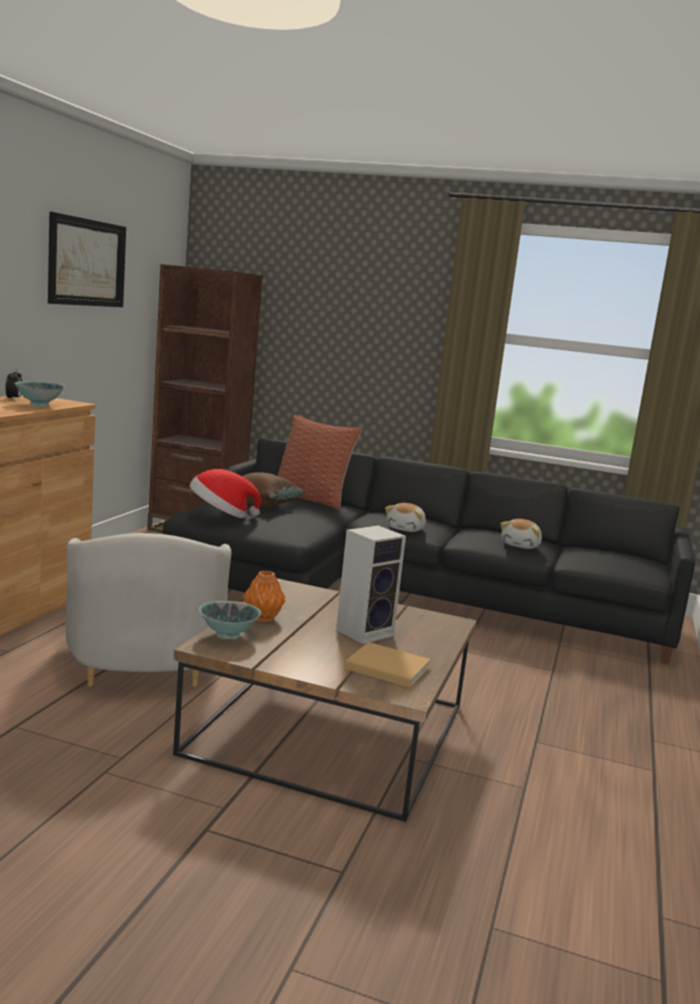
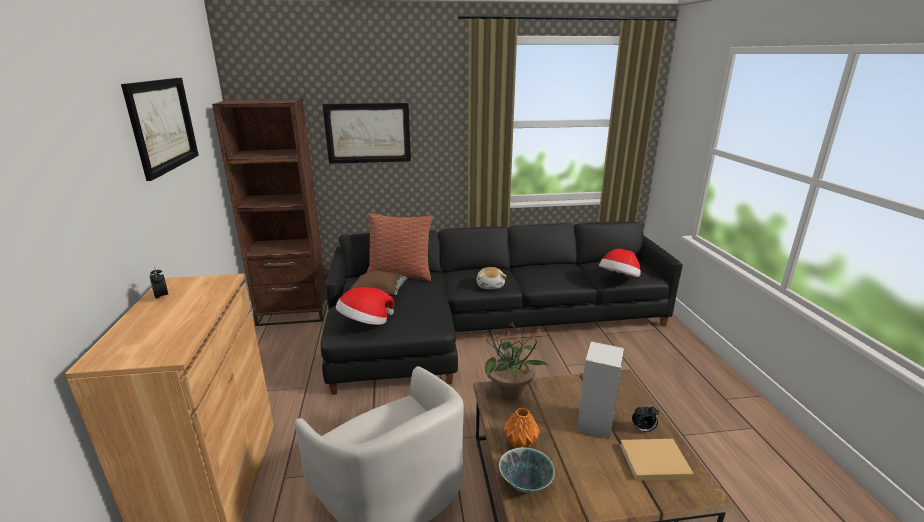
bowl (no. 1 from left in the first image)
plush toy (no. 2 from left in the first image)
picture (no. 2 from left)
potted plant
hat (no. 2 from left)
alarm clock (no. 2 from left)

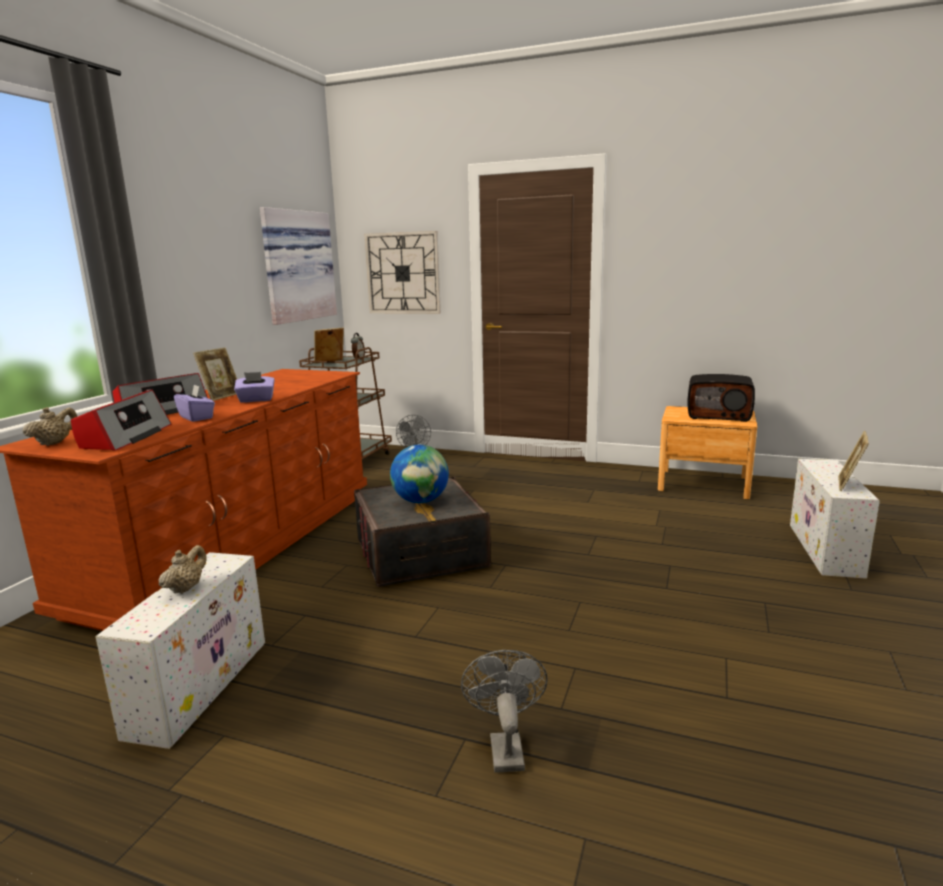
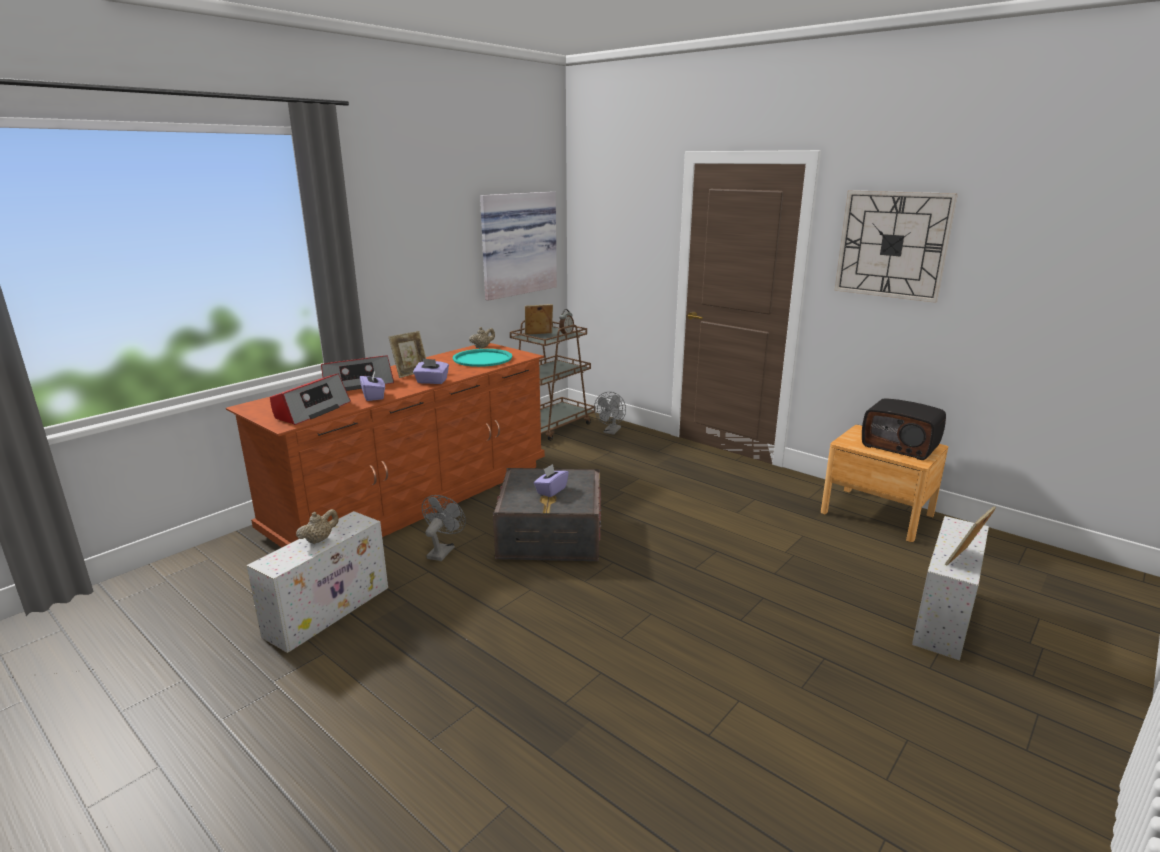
beige teapot (no. 2 from left)
wall clock
purple tissue box (no. 3 from left)
grey fan (no. 1 from left)
turquoise tray

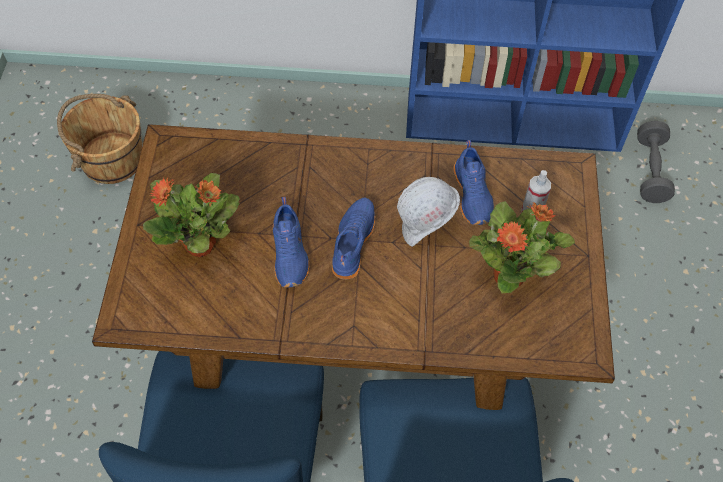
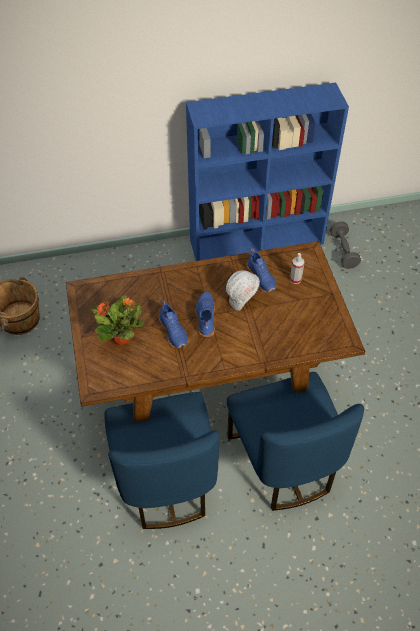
potted plant (no. 2 from left in the first image)

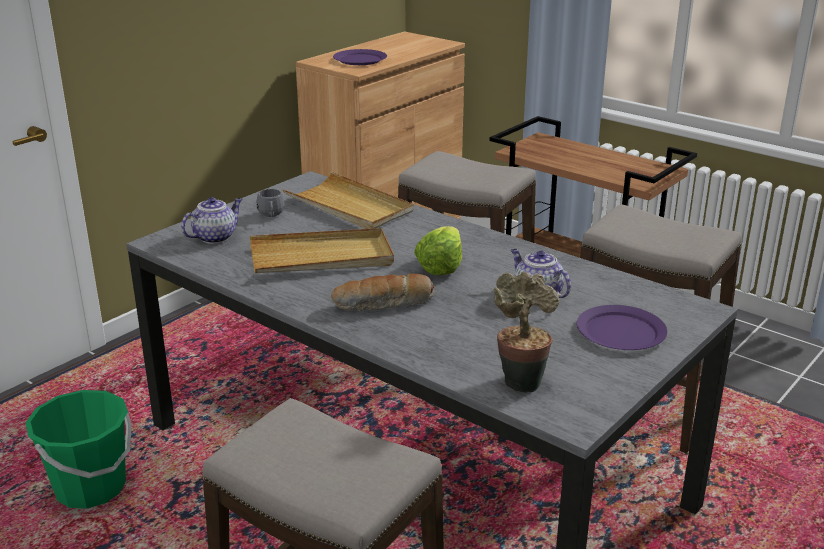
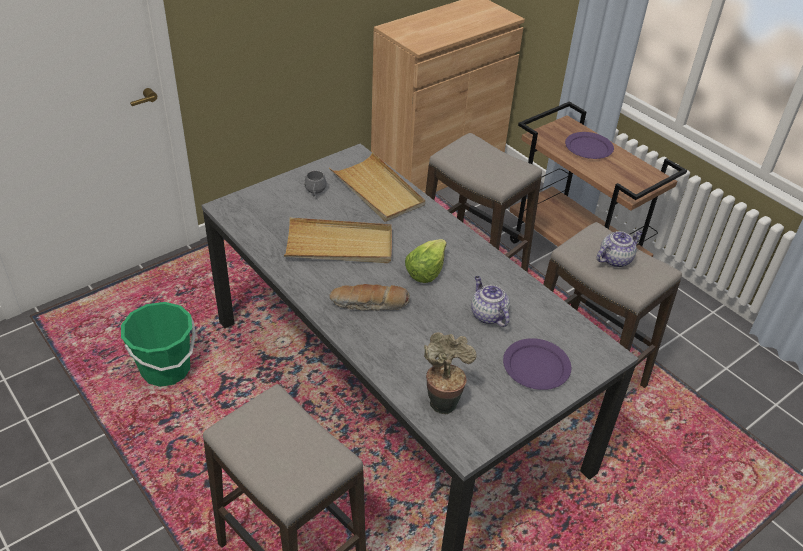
teapot (no. 2 from left)
purple plate (no. 2 from left)

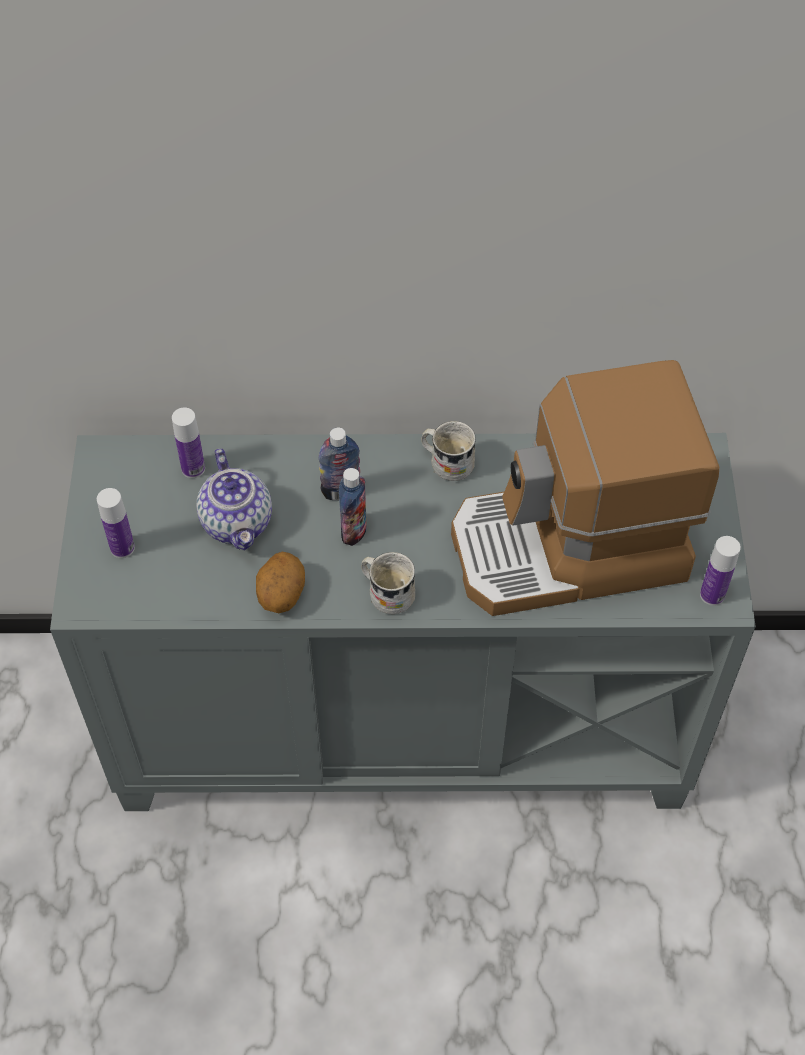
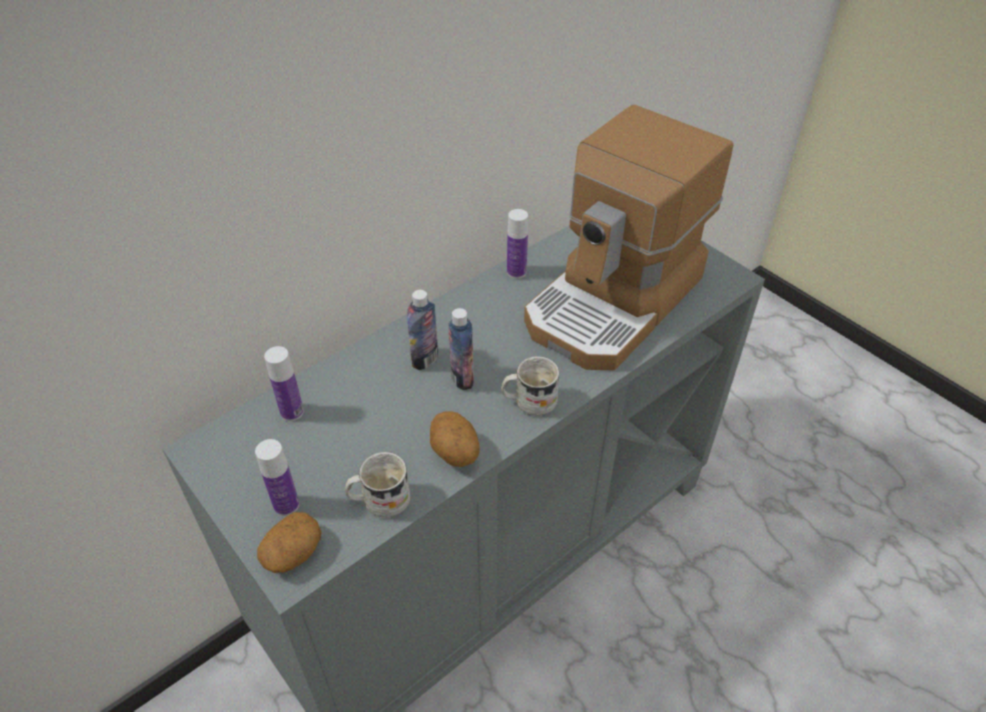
teapot
white mug (no. 1 from left)
bottle (no. 5 from left)
potato (no. 1 from left)

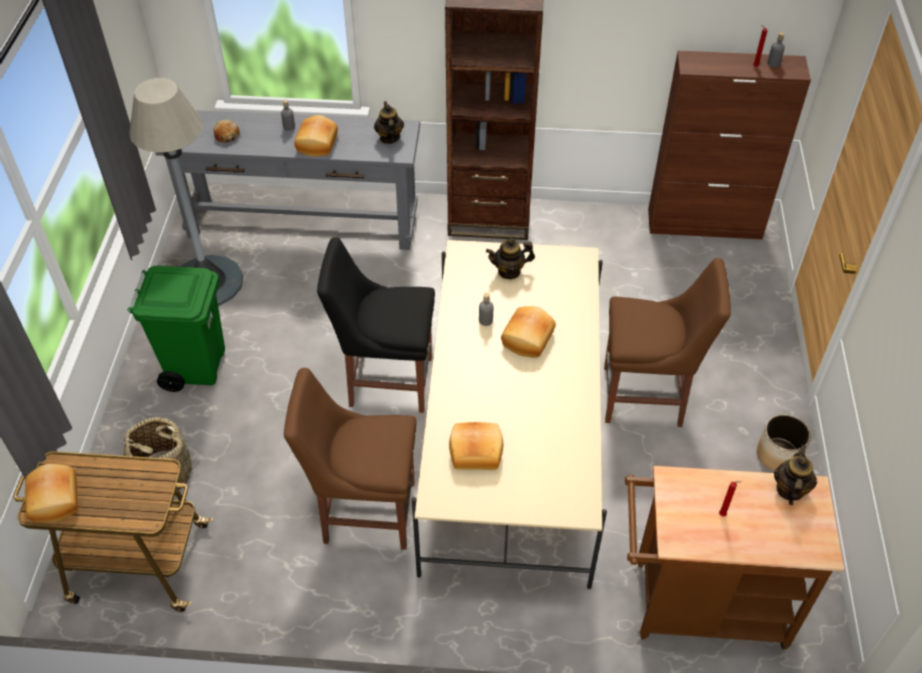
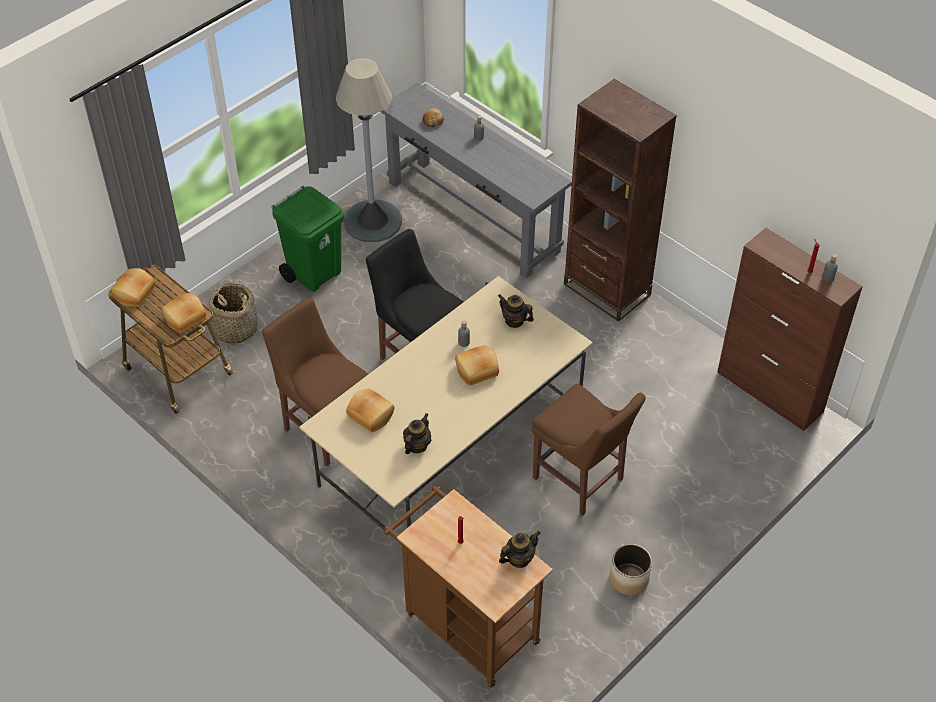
bread (no. 2 from left)
teapot (no. 1 from left)

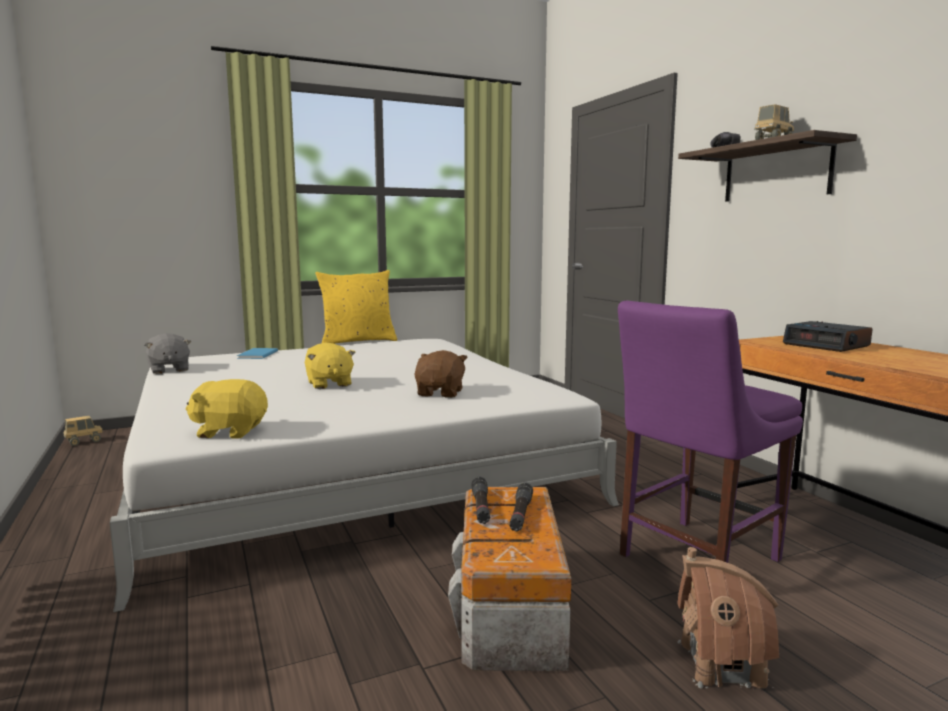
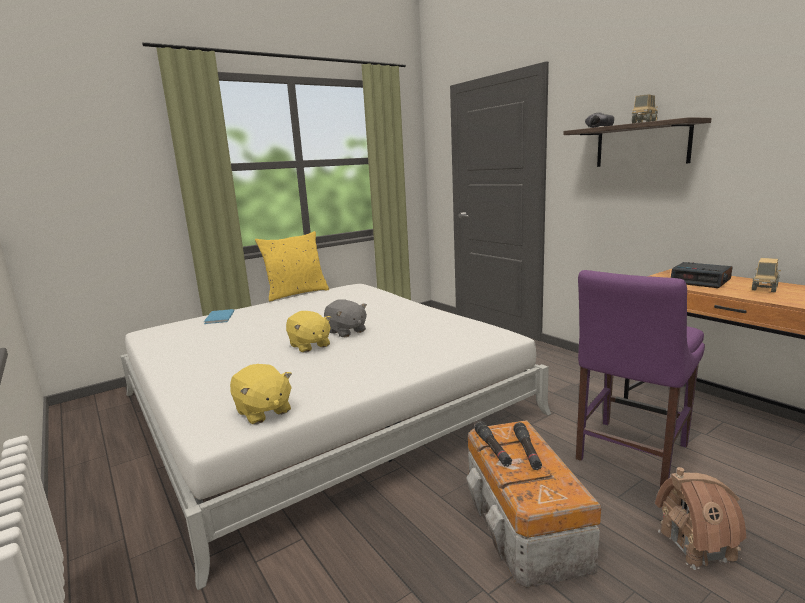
toy truck (no. 2 from left)
grey plush toy
yellow plush toy (no. 1 from left)
brown plush toy

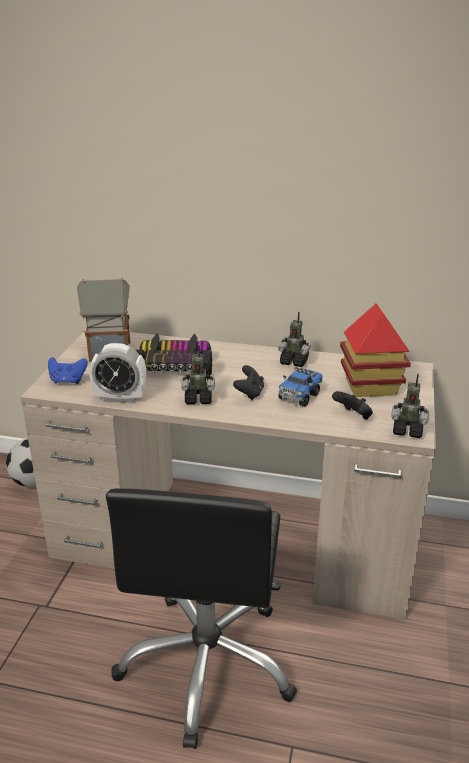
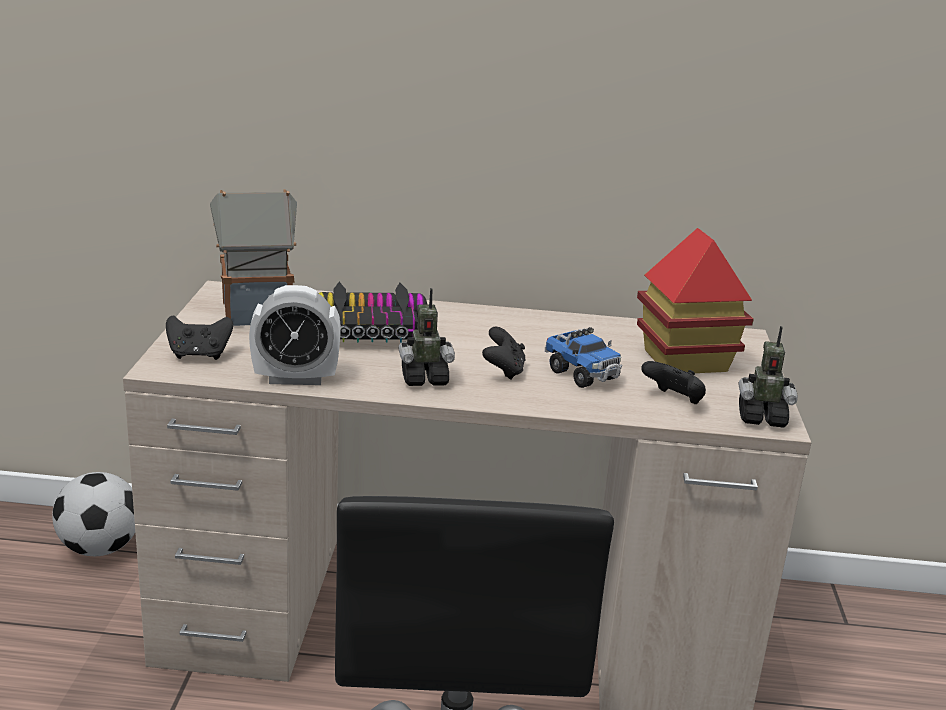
black game controller (no. 1 from left)
toy robot (no. 2 from left in the first image)
toy truck

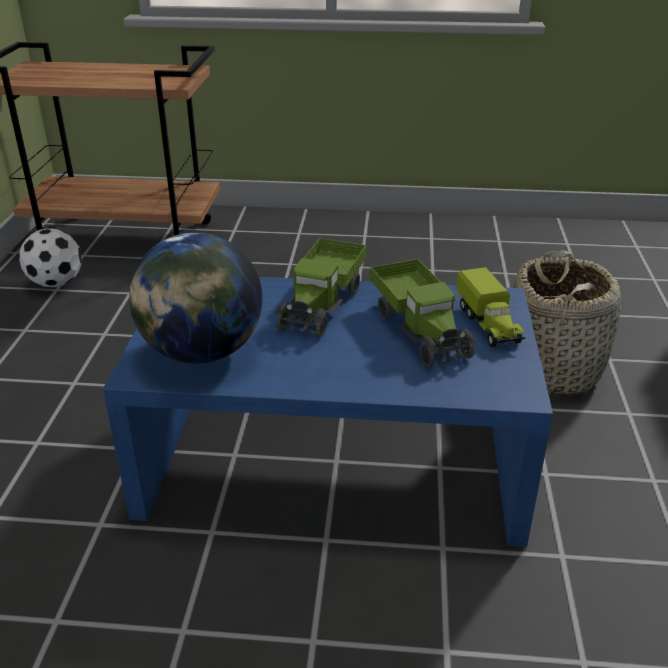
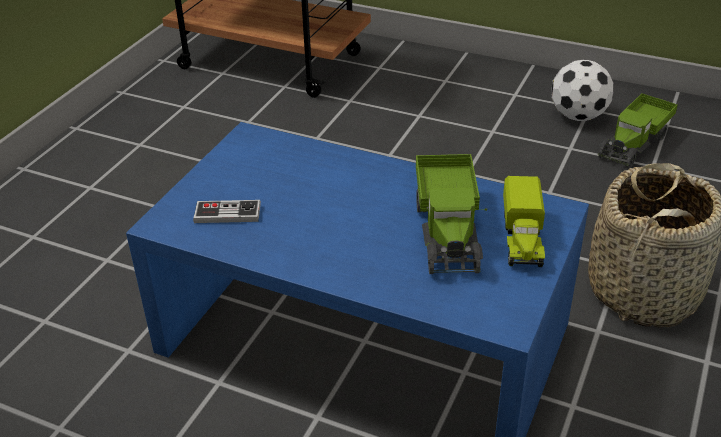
football
game controller
toy truck (no. 3 from left)

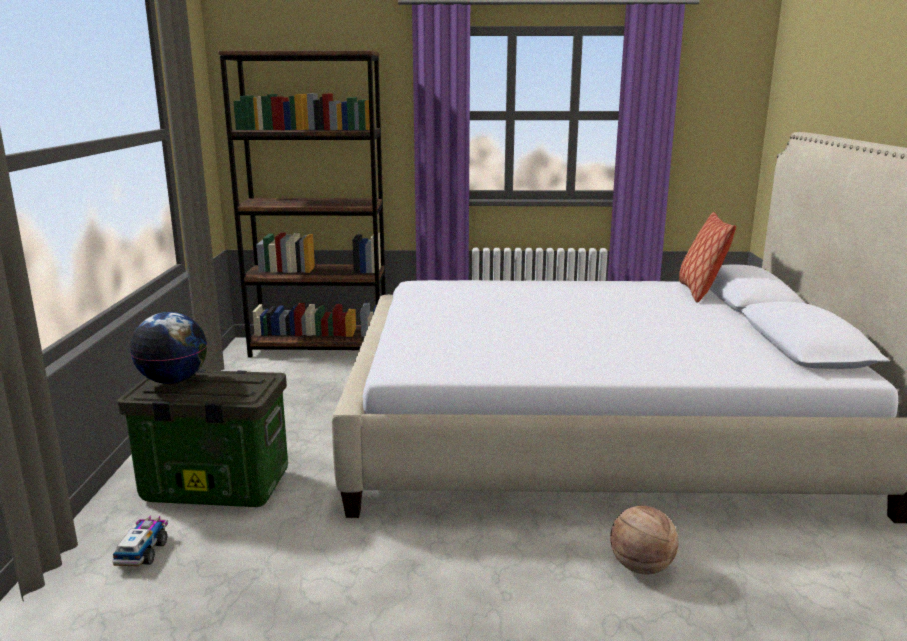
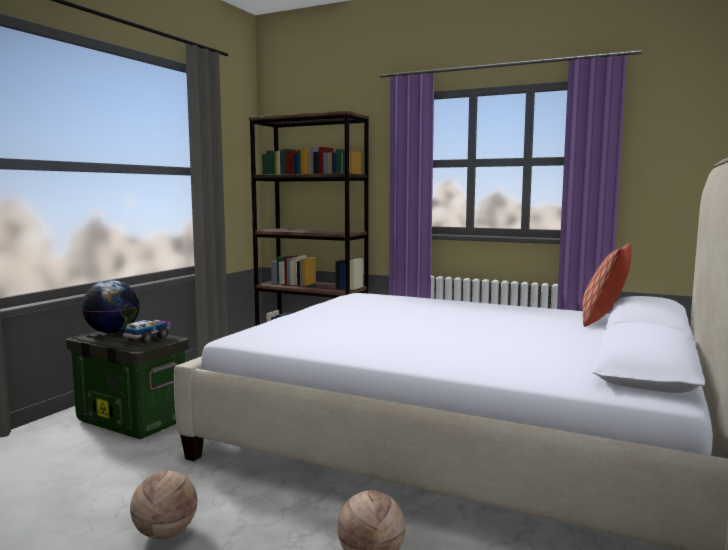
toy truck
basketball (no. 1 from left)

